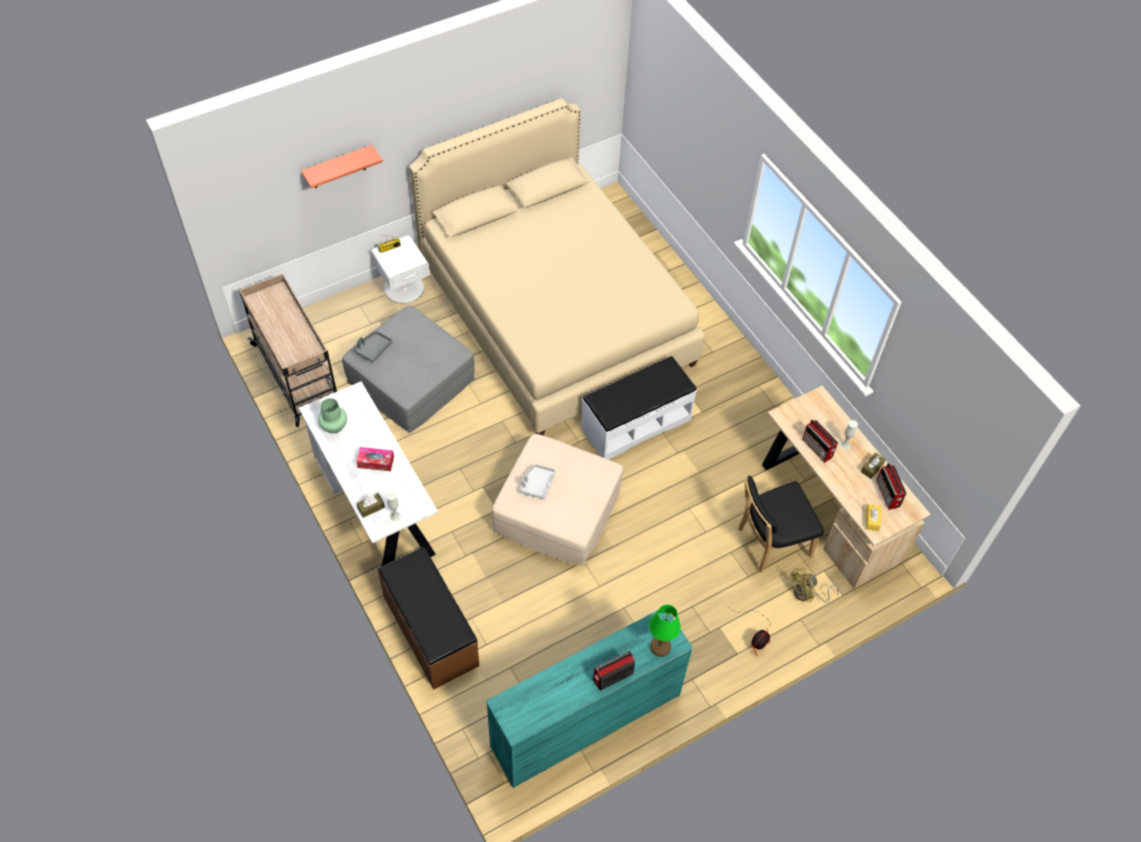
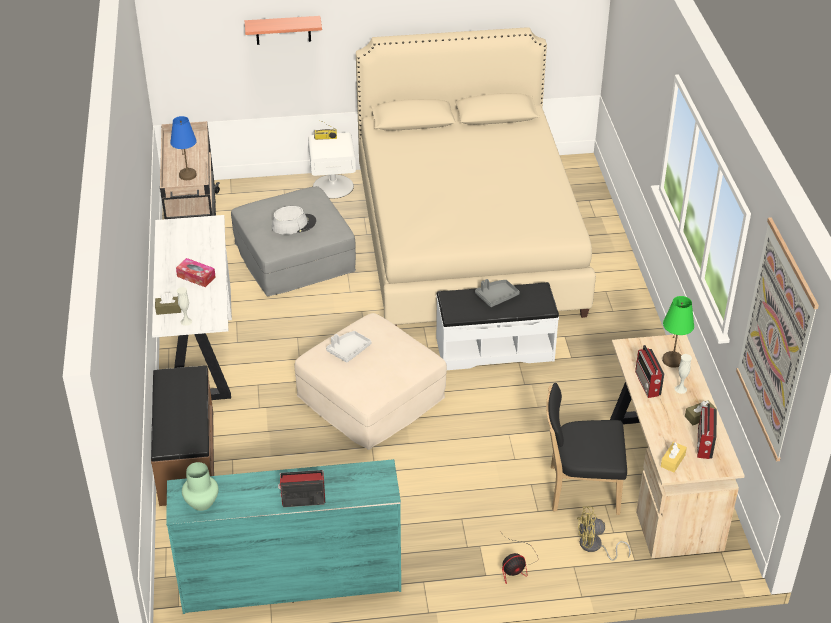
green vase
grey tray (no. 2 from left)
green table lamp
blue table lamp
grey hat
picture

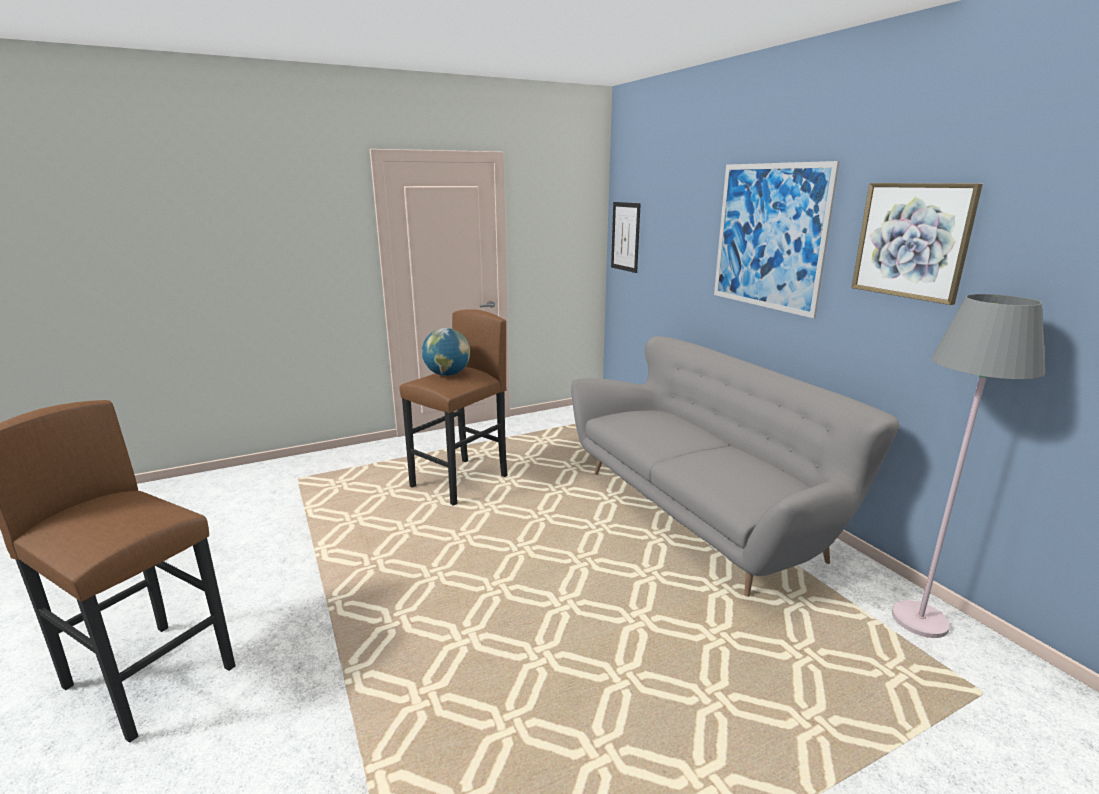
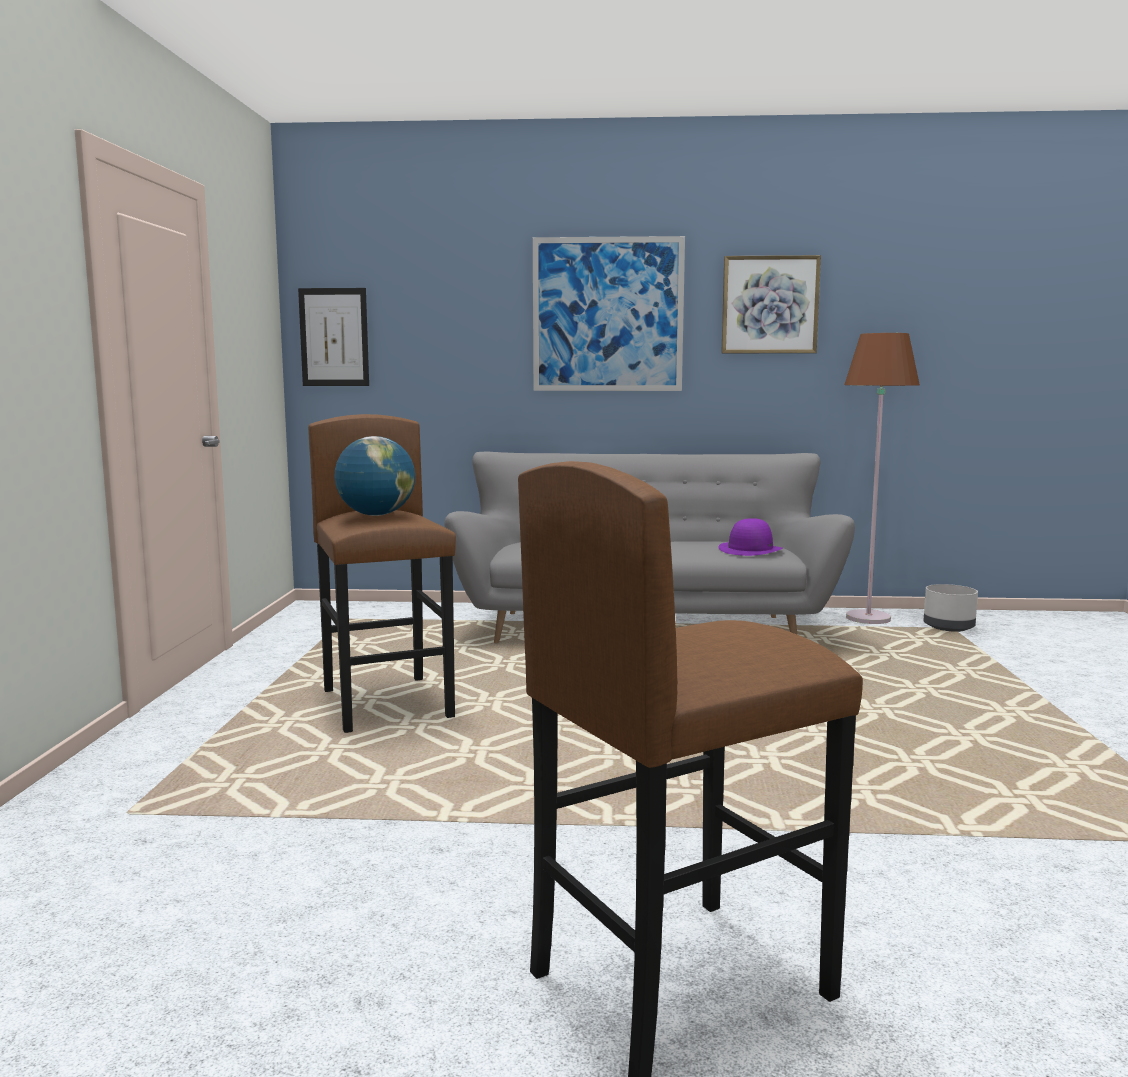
brown floor lamp
purple hat
grey planter

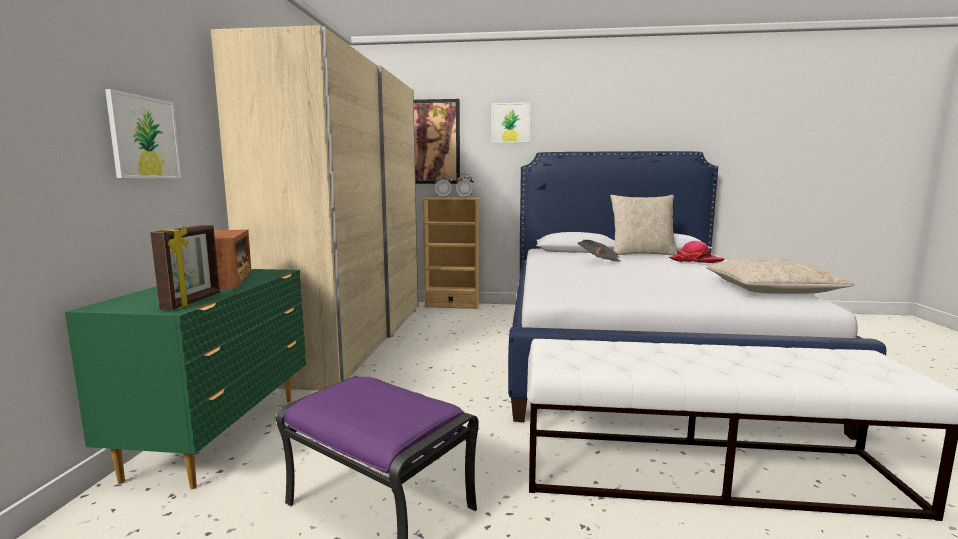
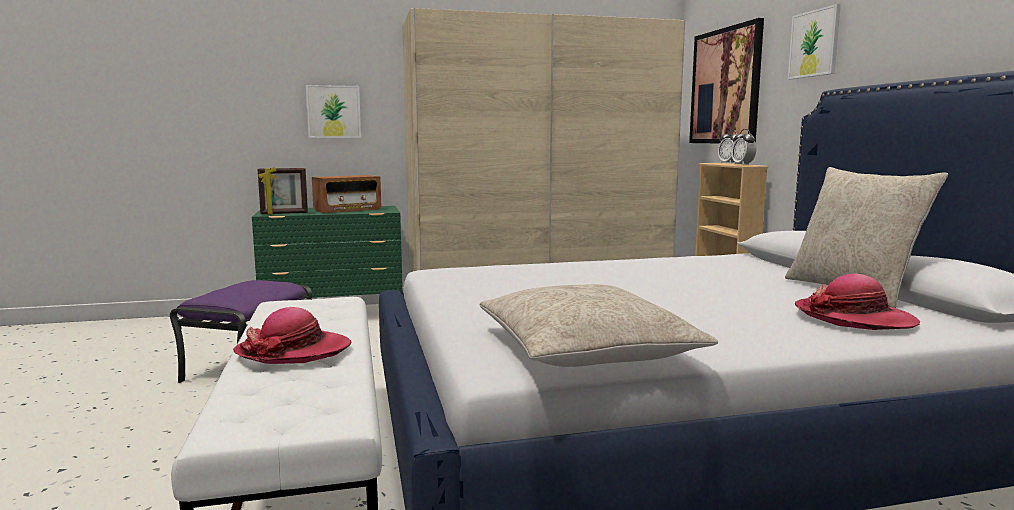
newspaper
hat (no. 1 from left)

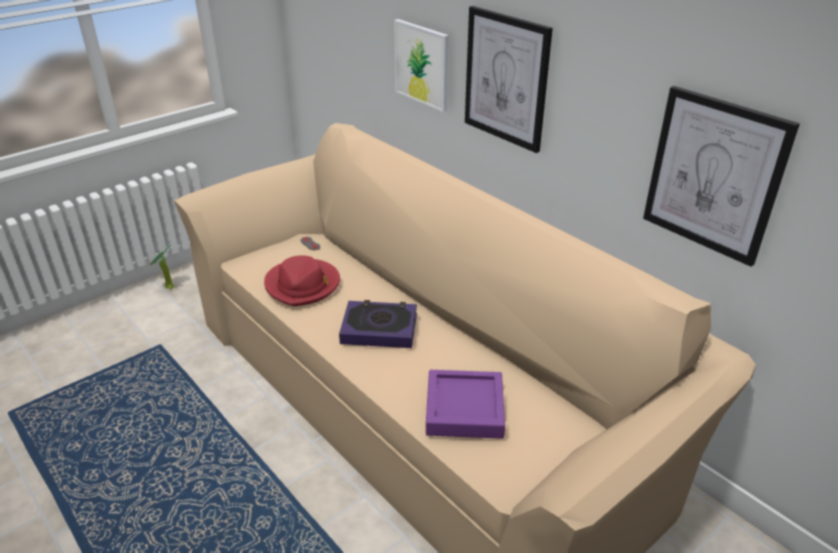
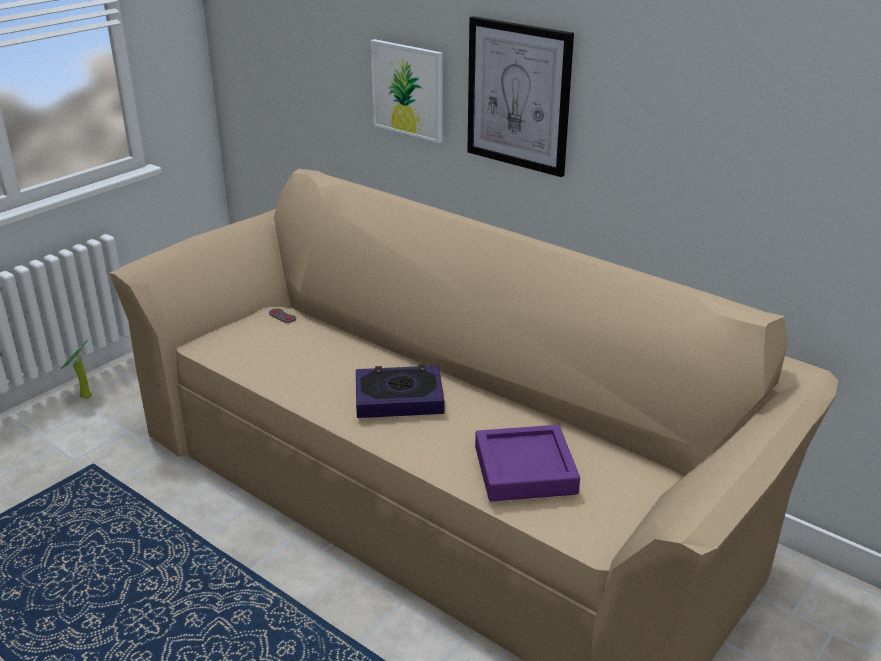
red hat
picture (no. 3 from left in the first image)

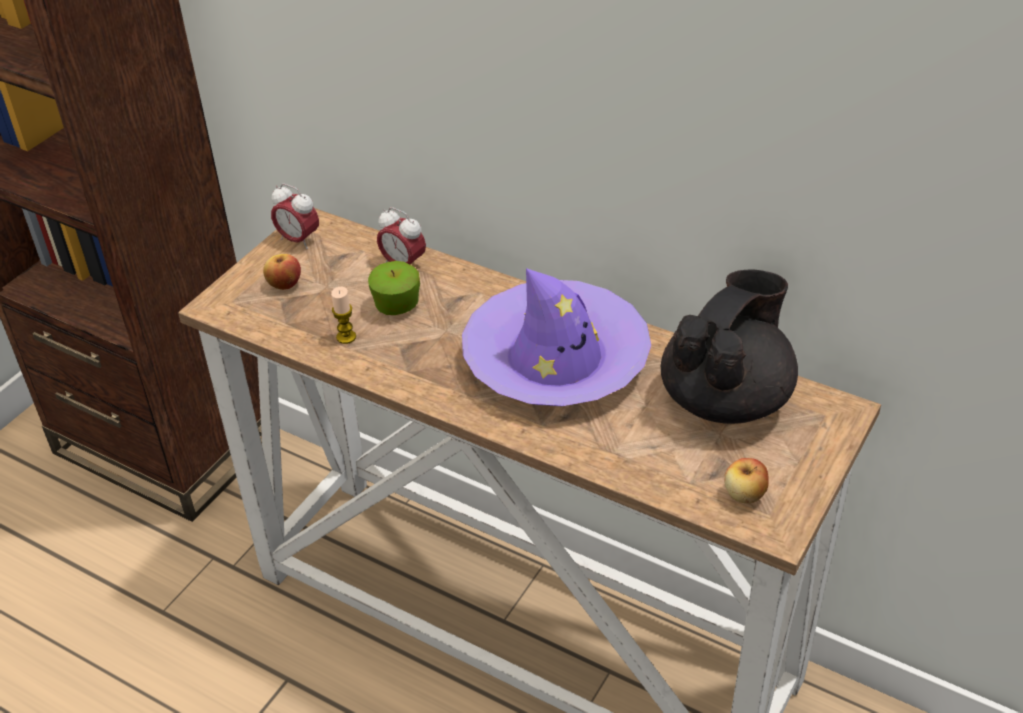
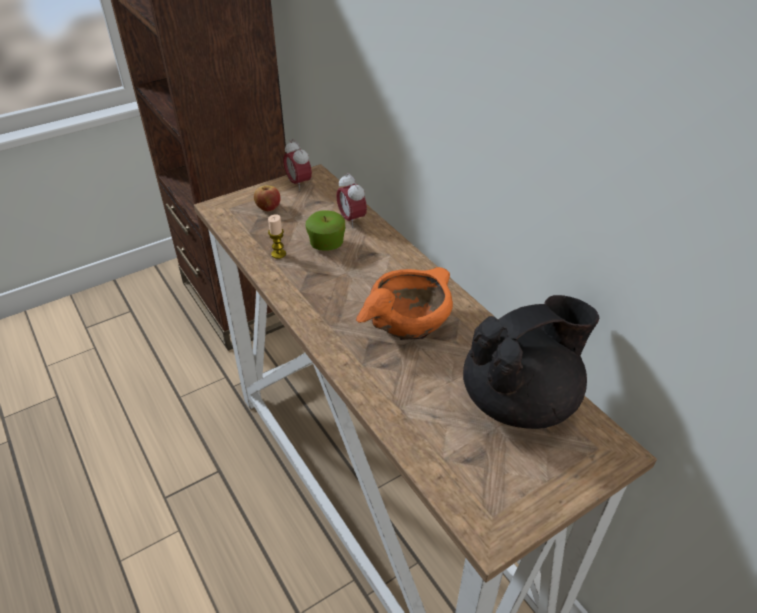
orange bowl
apple (no. 3 from left in the first image)

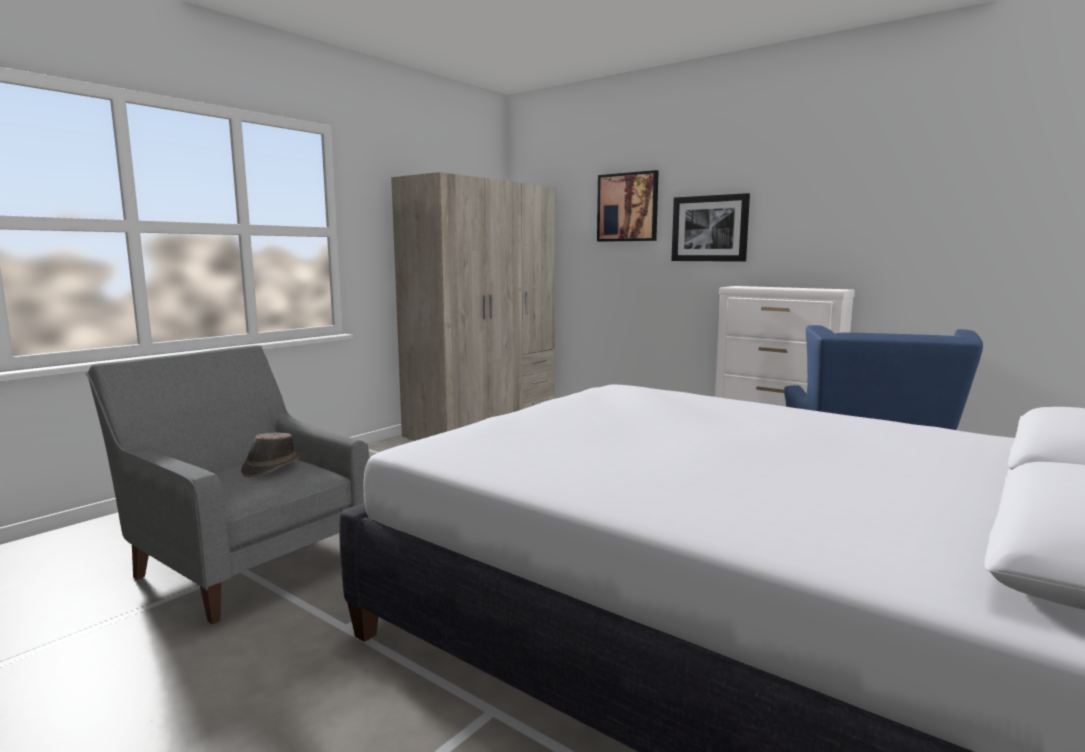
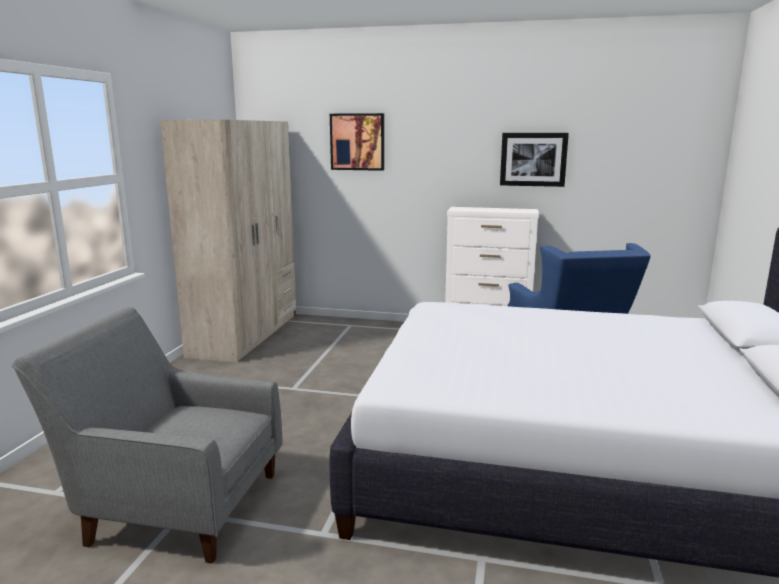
brown hat
picture (no. 2 from left)

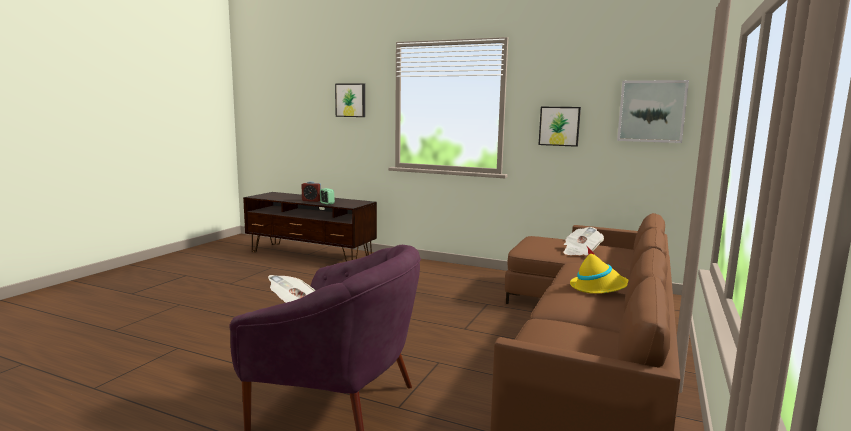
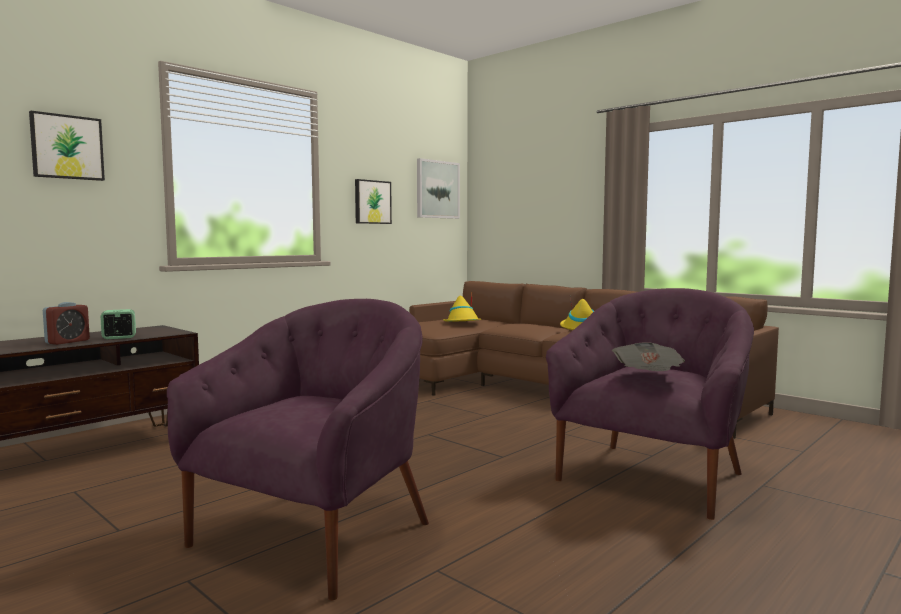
yellow hat (no. 1 from left)
purple armchair (no. 1 from left)

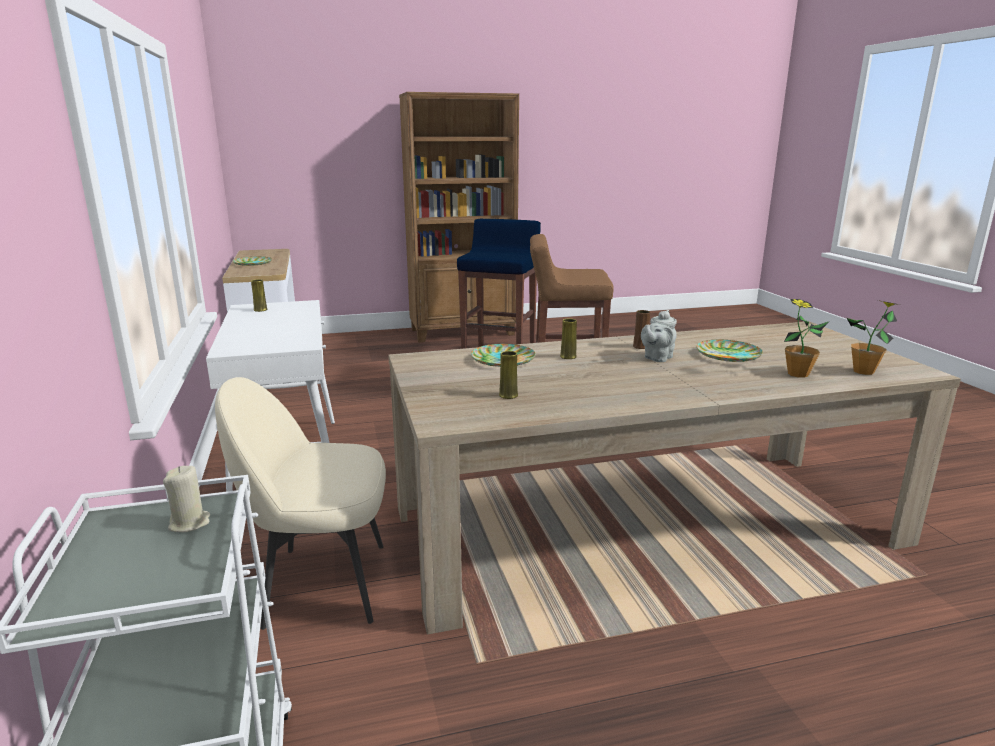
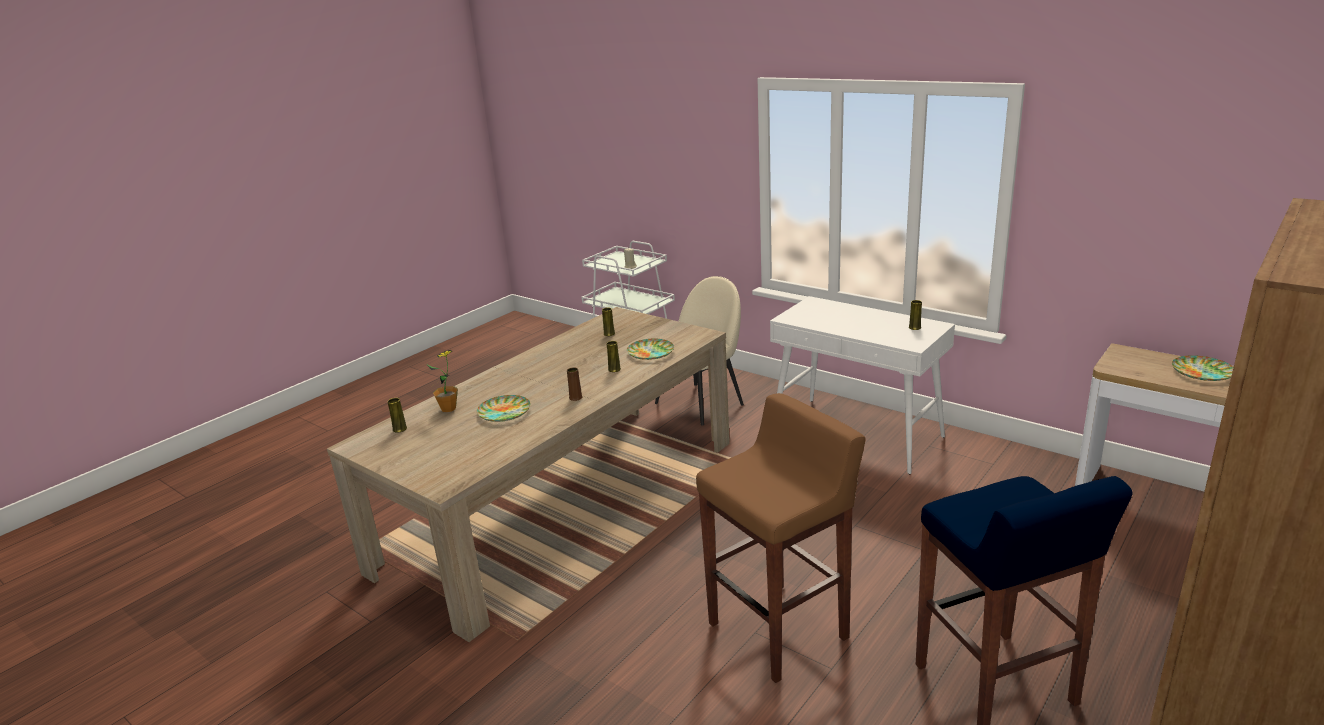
grey teapot
yellow vase (no. 1 from left)

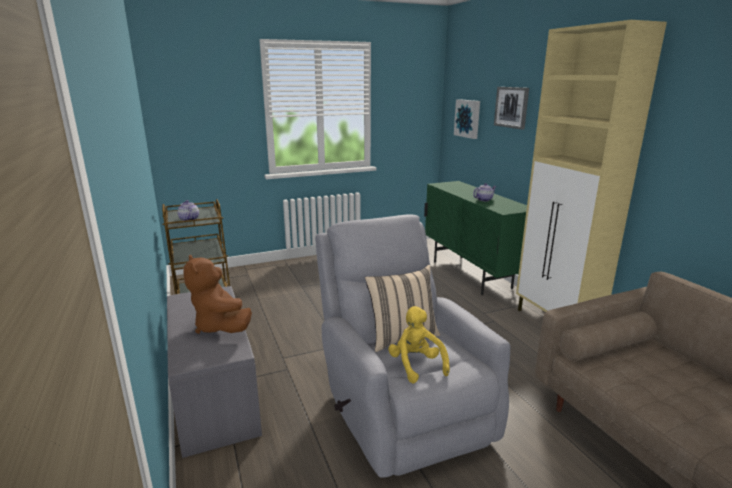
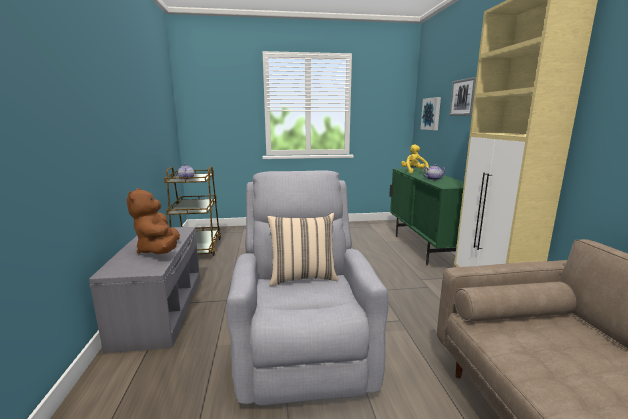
yellow plush toy

